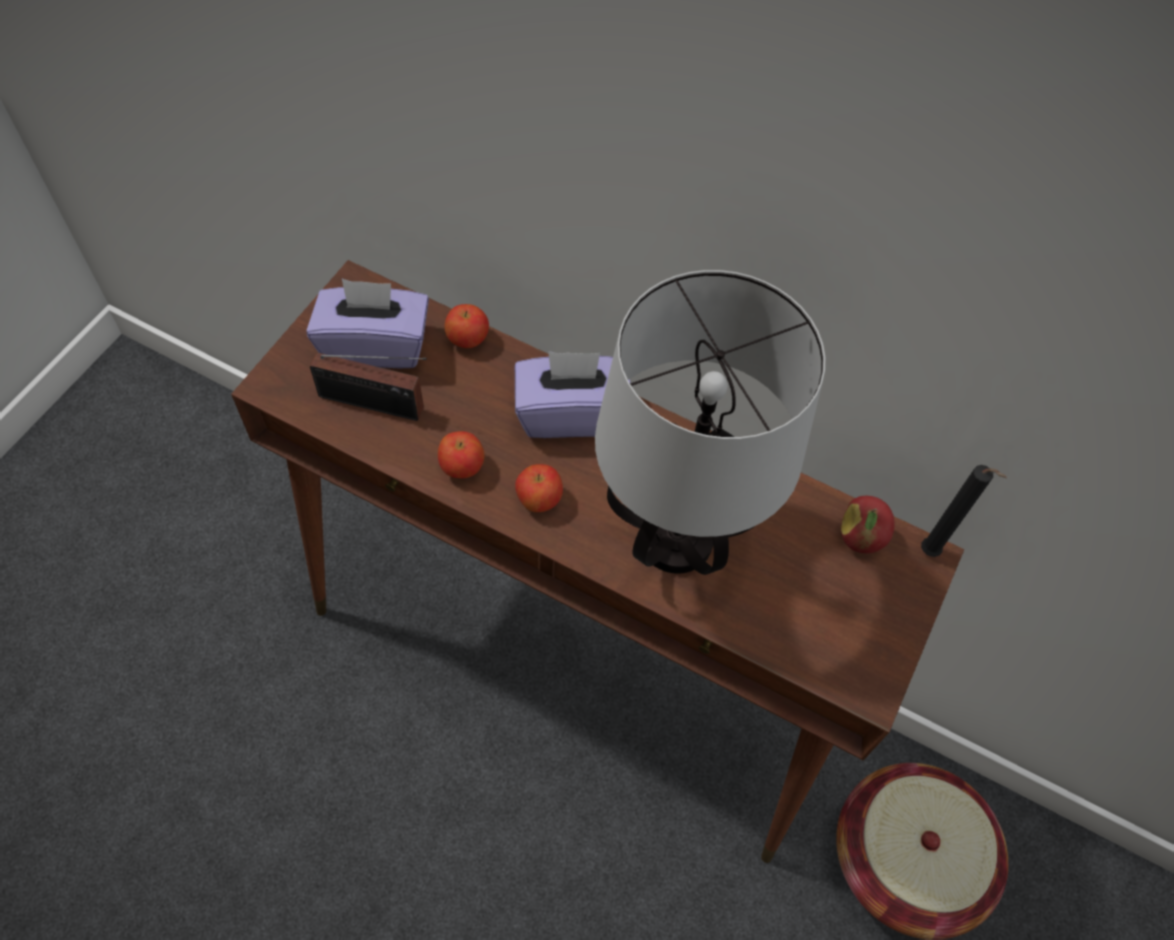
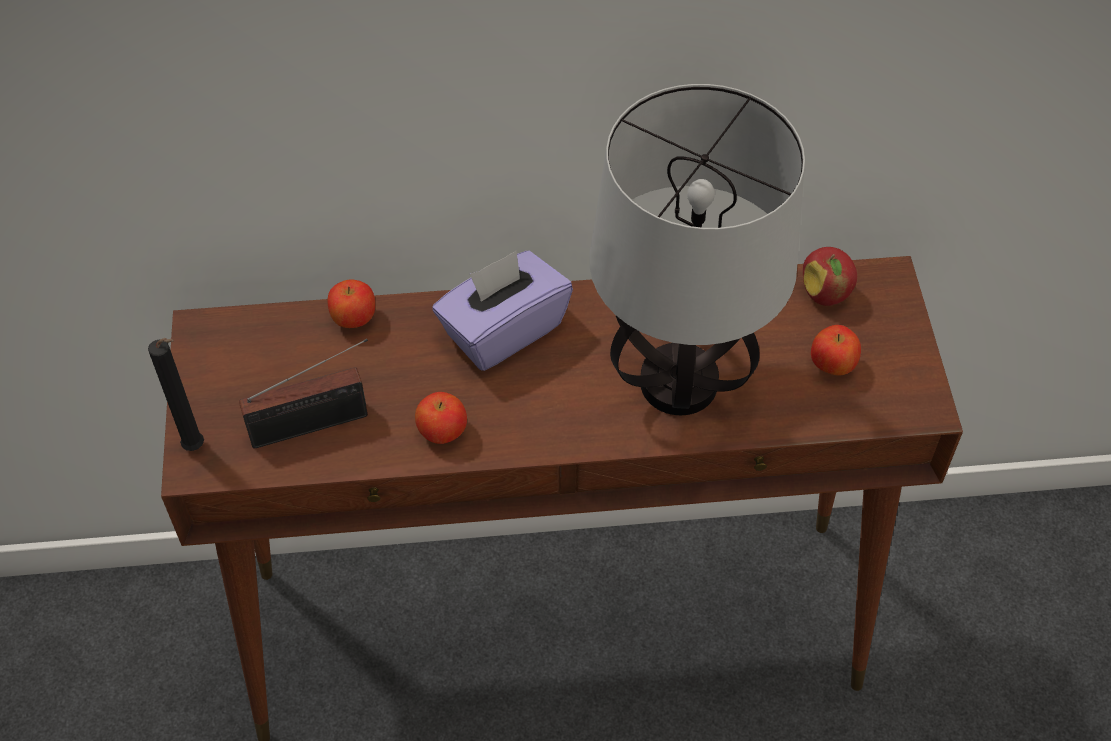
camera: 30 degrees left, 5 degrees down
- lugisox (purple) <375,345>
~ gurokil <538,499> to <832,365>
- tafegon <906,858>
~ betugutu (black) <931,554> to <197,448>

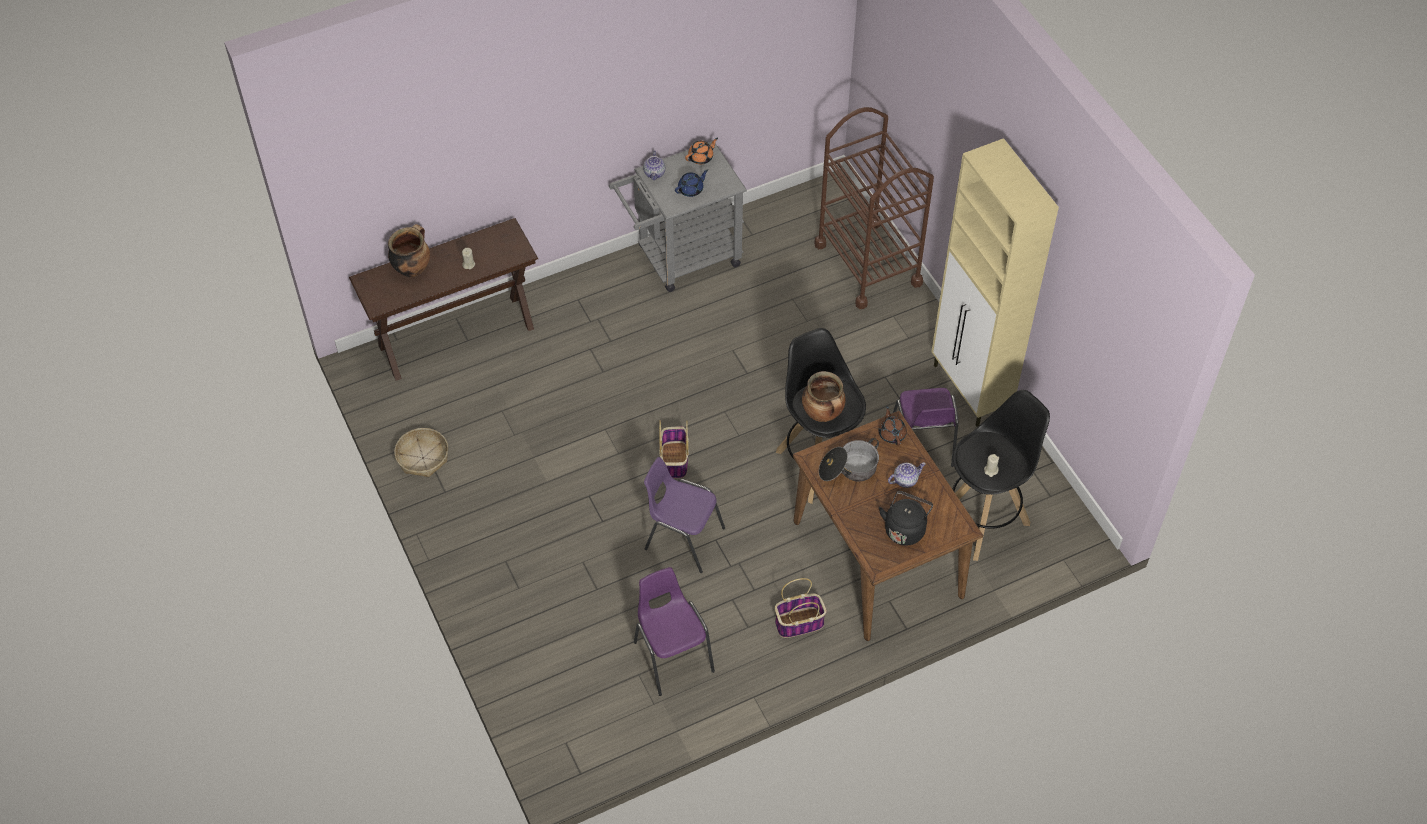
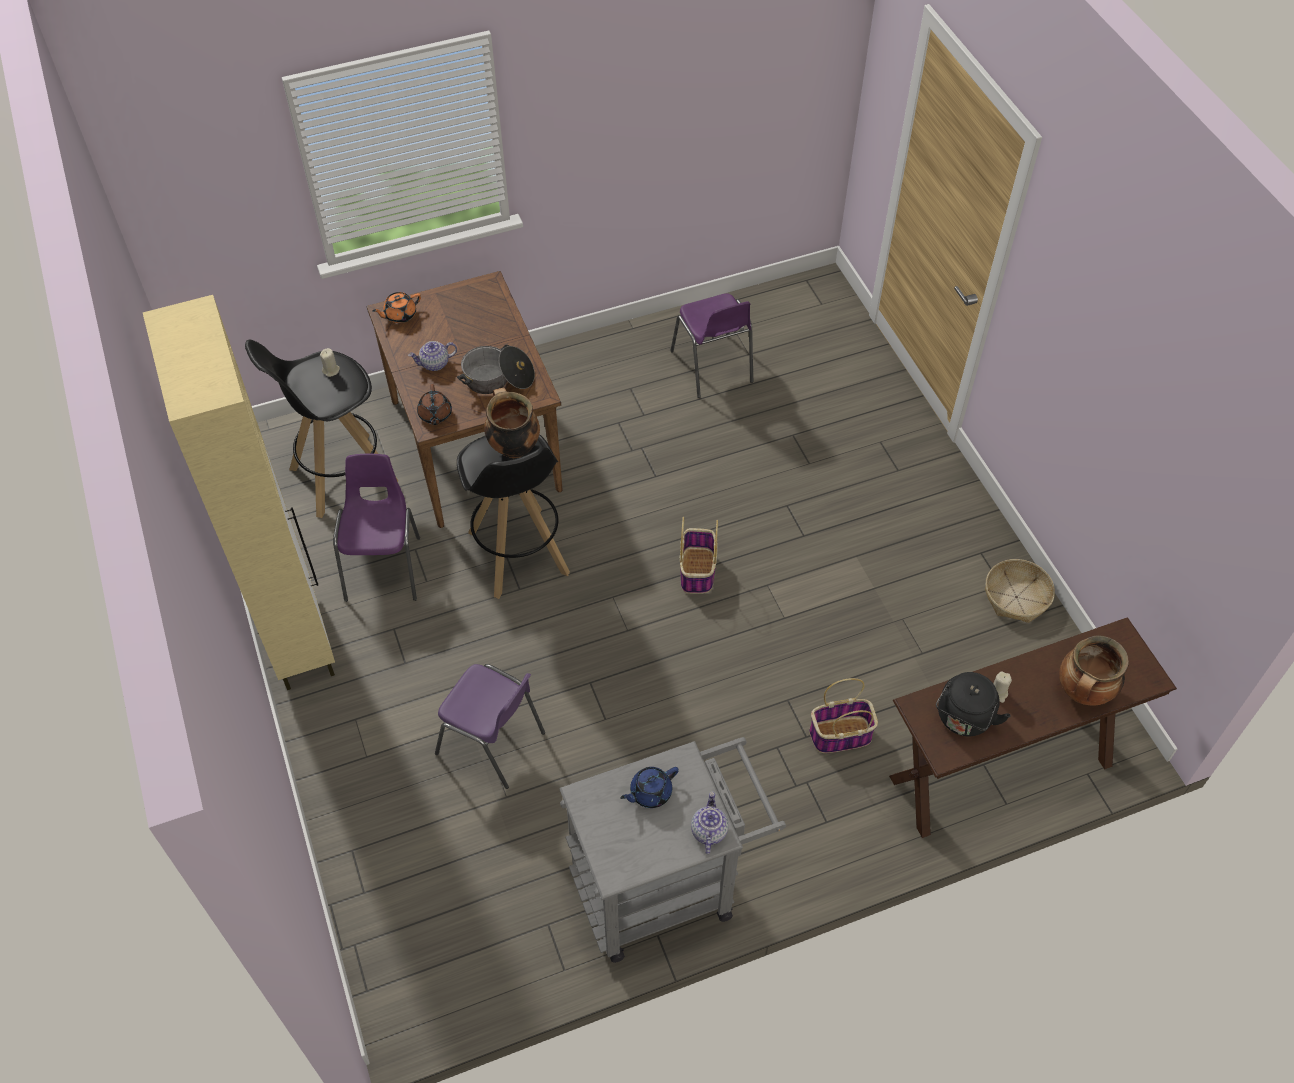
camera: 175 degrees left, 0 degrees up
~ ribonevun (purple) <682,538> to <493,744>
~ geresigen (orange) <701,157> to <399,315>
~ tafegon <799,622> to <839,735>
- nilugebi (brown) <868,264>
~ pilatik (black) <905,528> to <963,719>

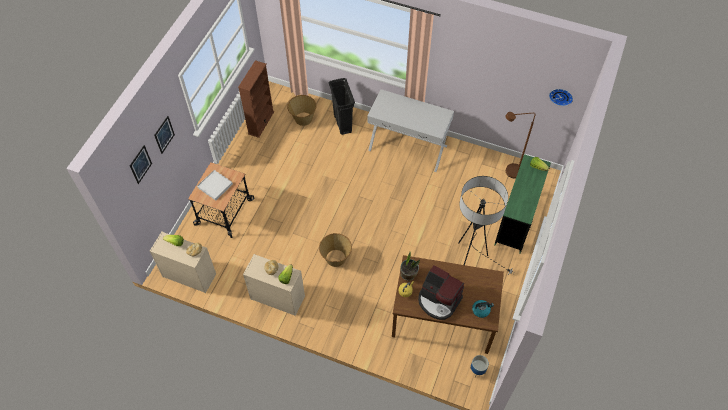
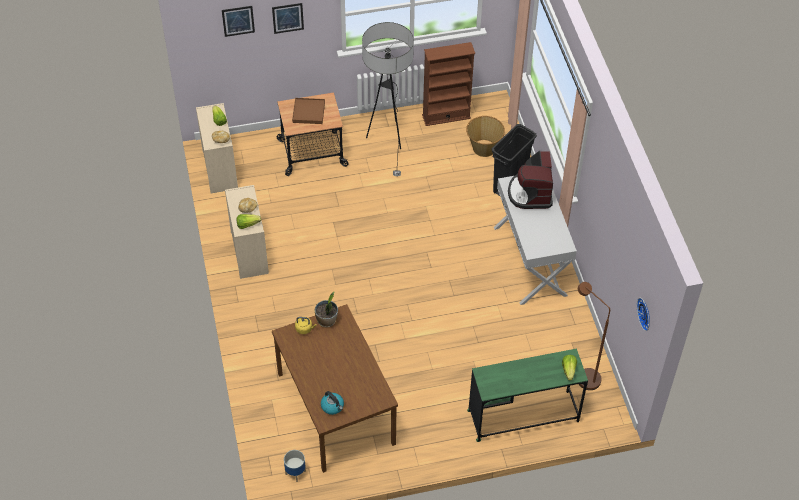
camera: 55 degrees right, 5 degrees down
~ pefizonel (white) <215,186> to pefizonel (brown) <309,112>
- tafegon <336,258>
~ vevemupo <438,300> to <530,193>
~ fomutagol <471,258> to <388,140>

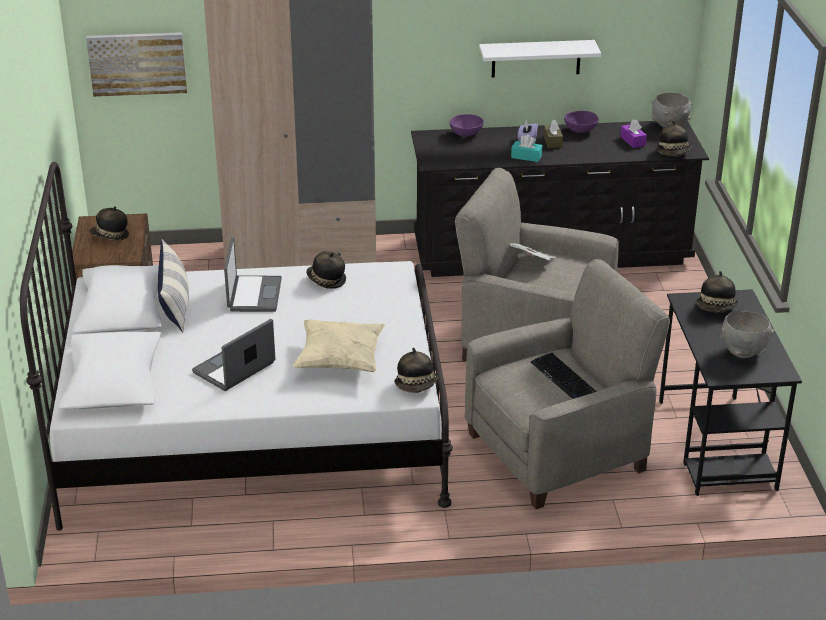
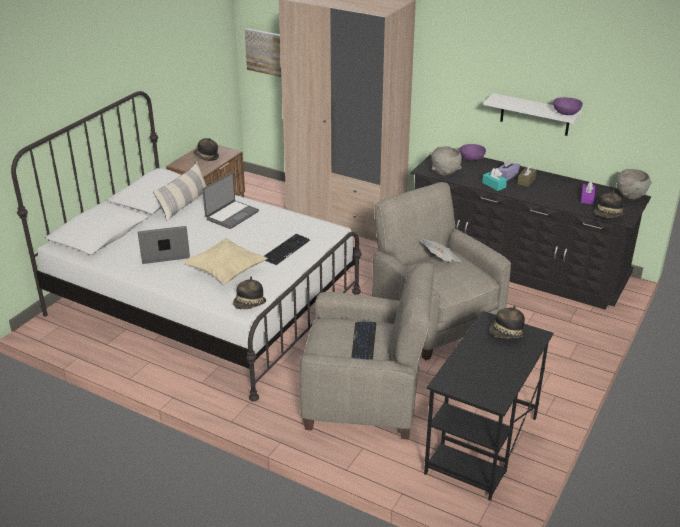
camera: 35 degrees right, 0 degrees up
- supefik <326,281>
~ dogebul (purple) <580,130> to <565,113>
~ dogebul (grey) <743,352> to <445,173>
+ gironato <285,250>

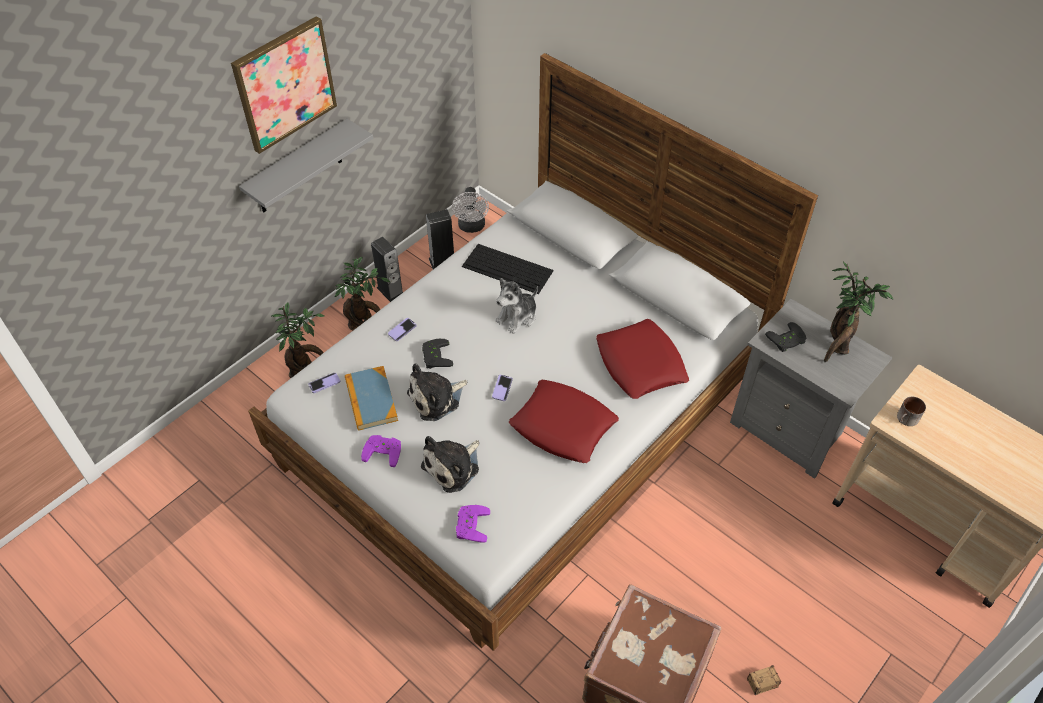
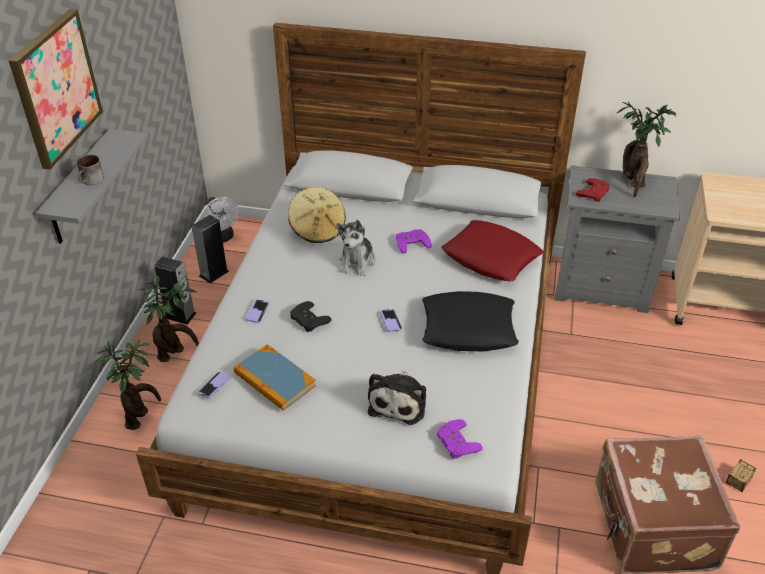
camera: 30 degrees left, 10 degrees down
~ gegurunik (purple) <384,450> to <411,242>
- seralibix <436,398>
~ gironato <508,268> to supefik (beige) <317,229>
~ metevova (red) <563,426> to metevova (black) <468,328>
~ gegurunik (black) <787,340> to gegurunik (red) <595,193>
~ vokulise <906,419> to <91,181>

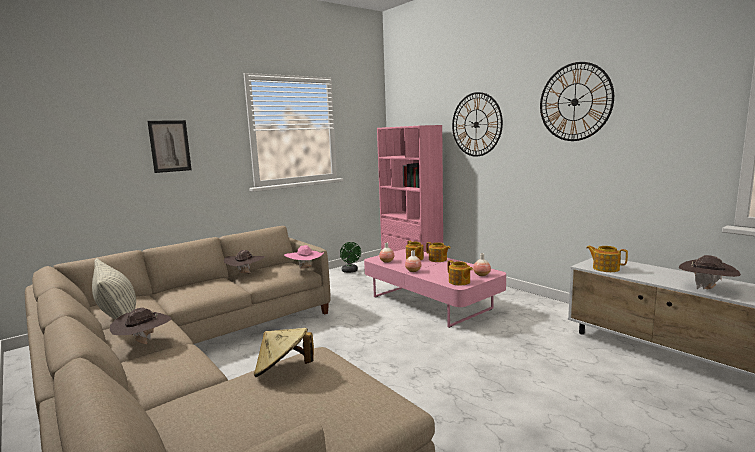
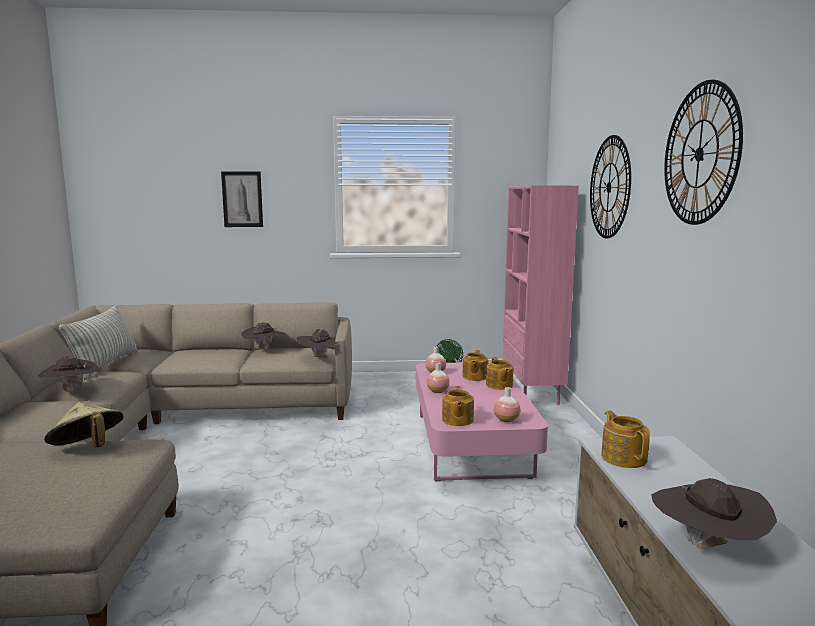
camera: 35 degrees right, 0 degrees up
~ supefik (pink) <305,269> to supefik (brown) <321,358>

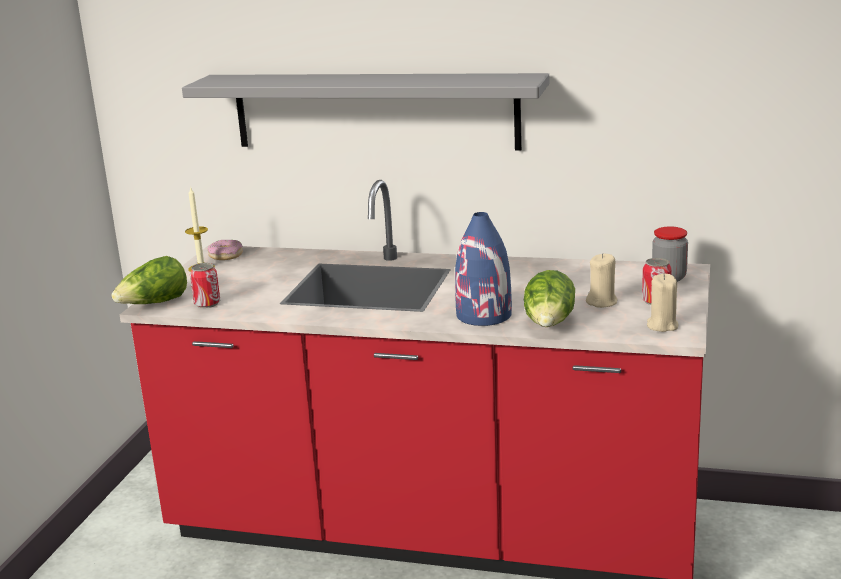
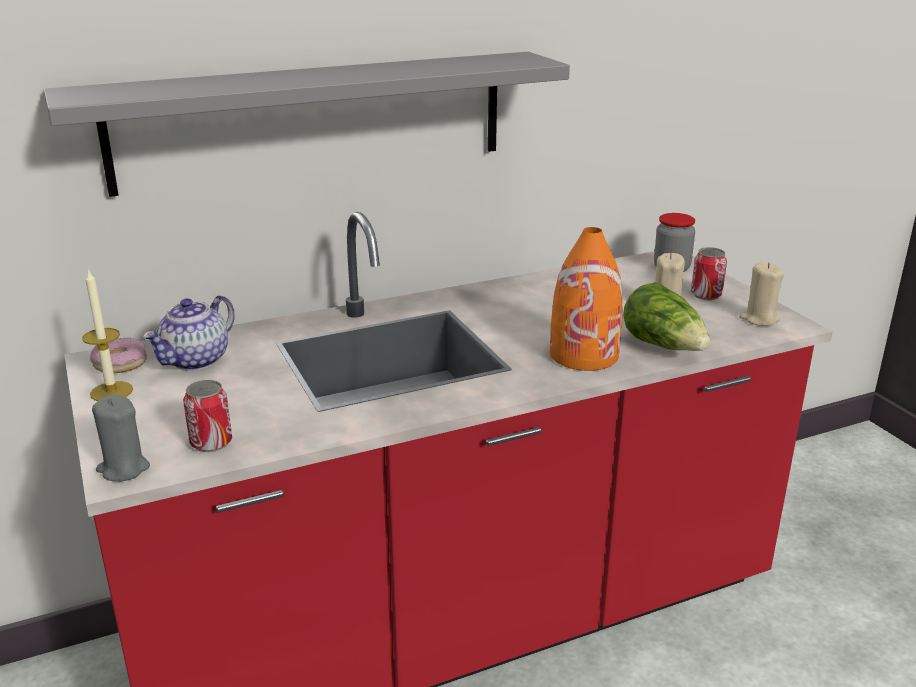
camera: 40 degrees left, 5 degrees up
~ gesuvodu <154,304> to betugutu (grey) <123,469>
~ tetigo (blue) <484,315> to tetigo (orange) <584,355>
+ geresigen <196,360>

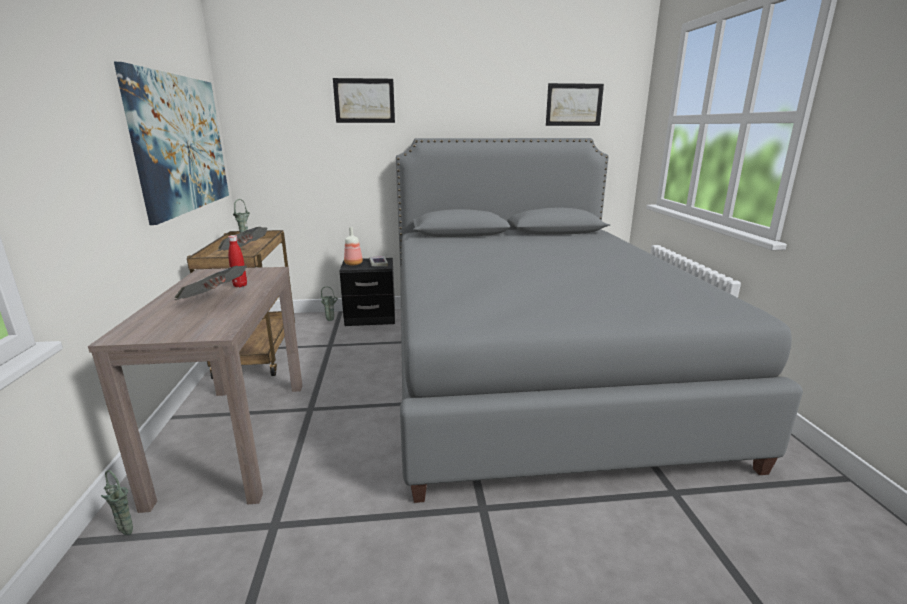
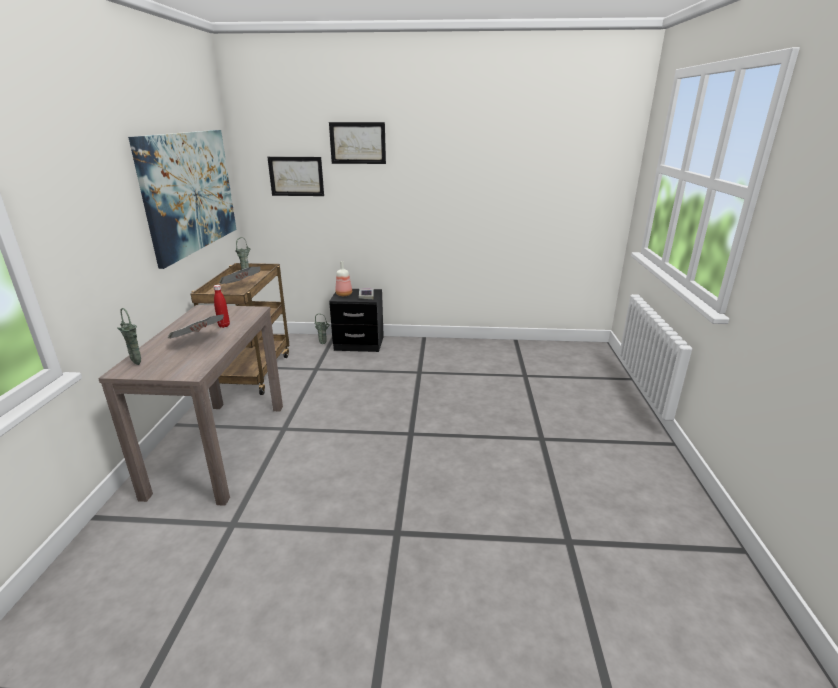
camera: 10 degrees right, 5 degrees up
~ tetigo (green) <125,533> to <136,363>
- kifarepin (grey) <530,367>
~ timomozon <574,105> to <296,176>

